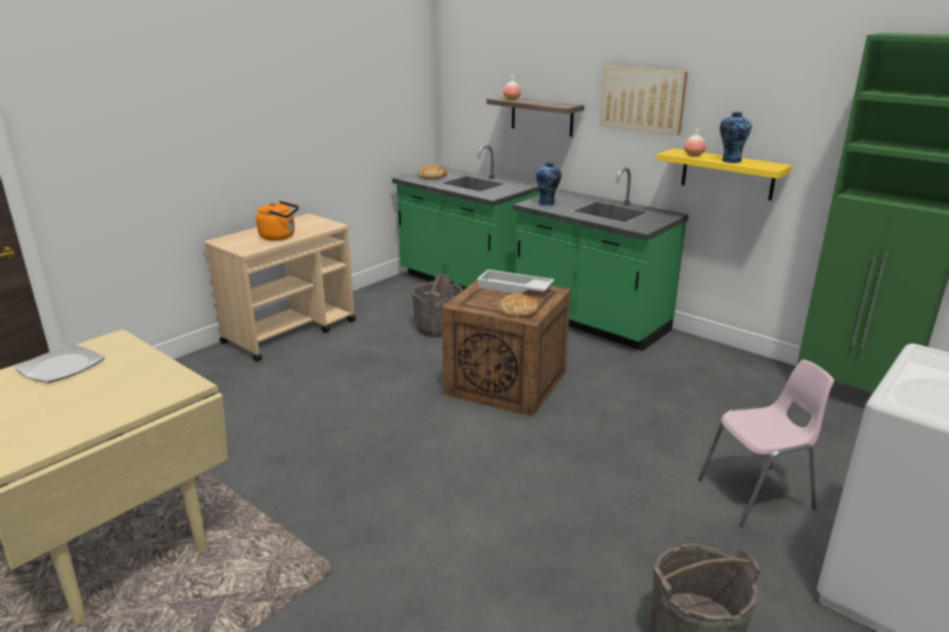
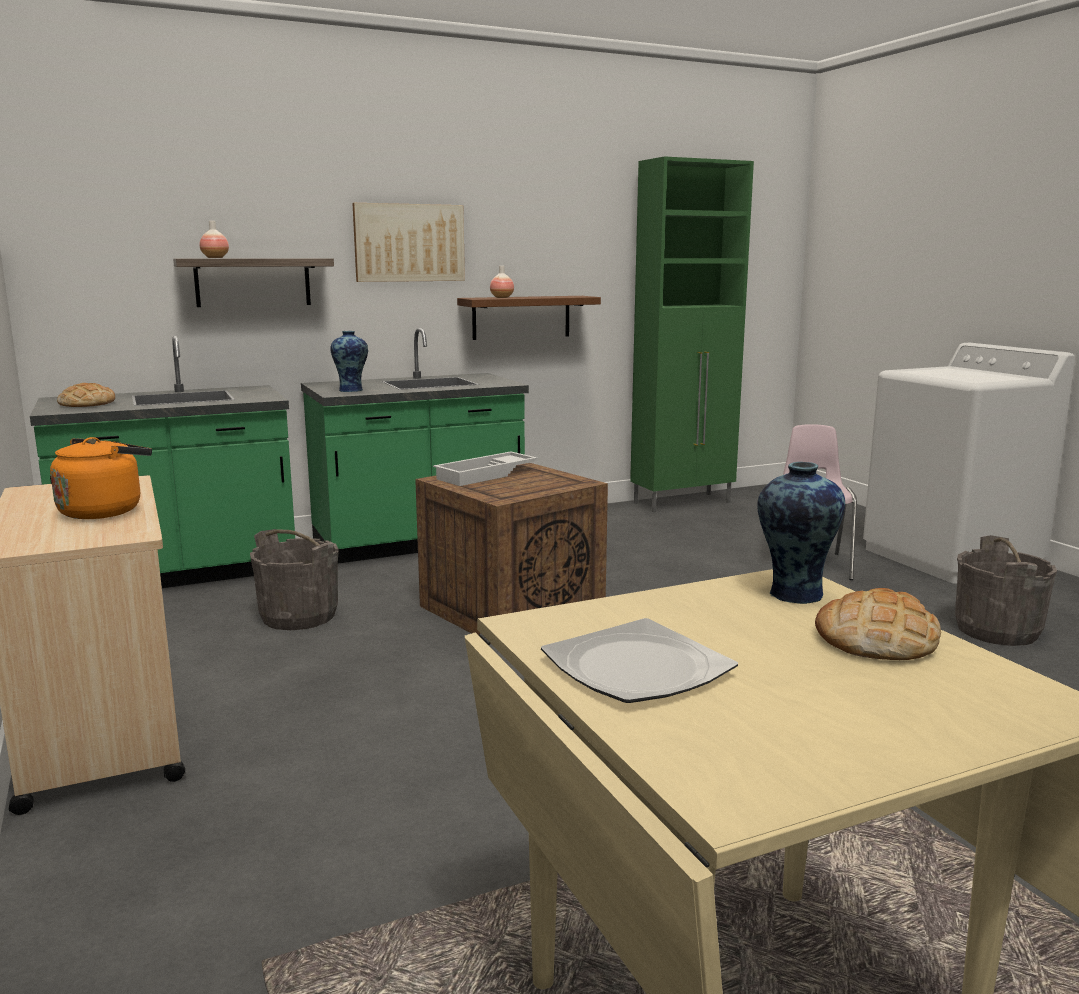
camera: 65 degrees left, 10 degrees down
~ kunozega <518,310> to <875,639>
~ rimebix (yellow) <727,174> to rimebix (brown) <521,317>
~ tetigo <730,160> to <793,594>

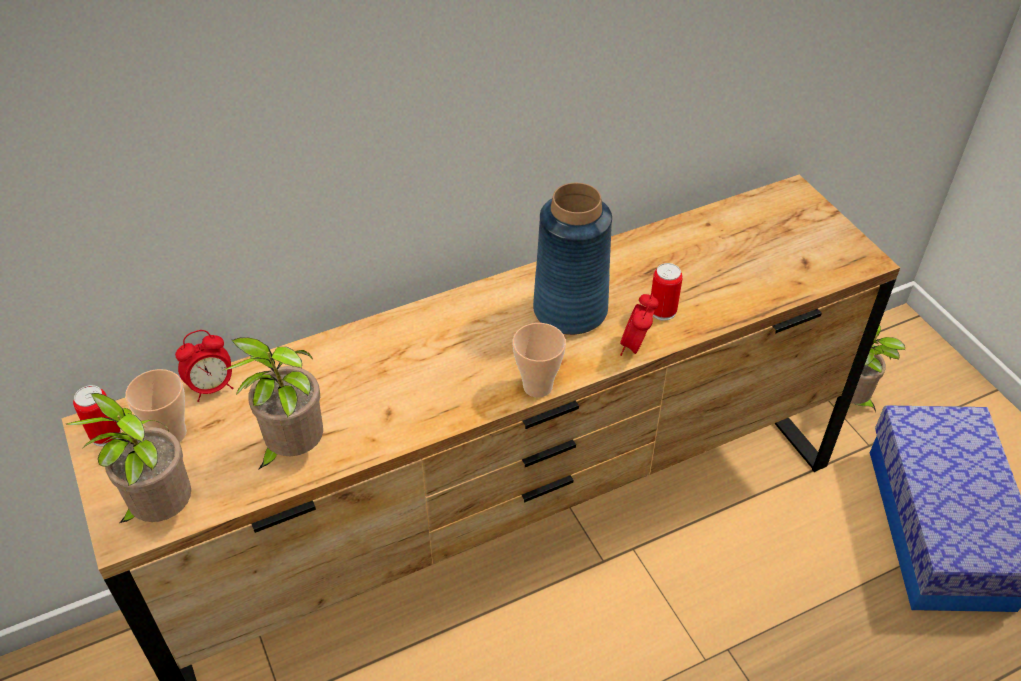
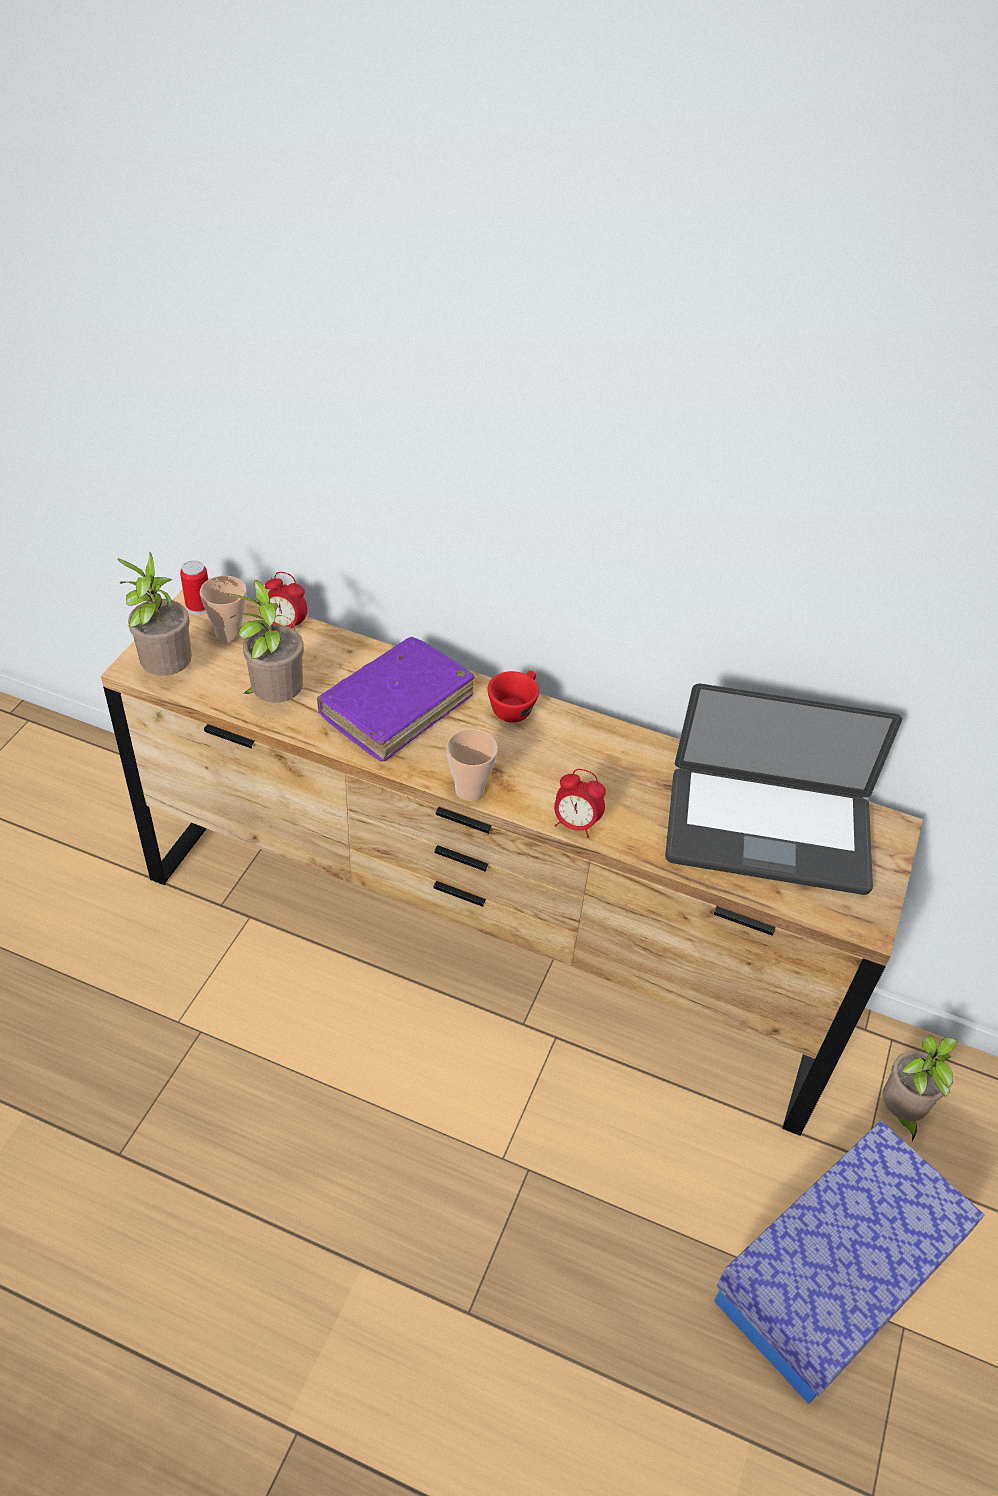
camera: 45 degrees right, 0 degrees up
- tetigo (blue) <569,310>
~ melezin <635,346> = <575,824> 135 degrees counterclockwise
- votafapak <662,311>
+ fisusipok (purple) <396,707>
+ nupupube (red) <514,707>
+ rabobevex <767,832>

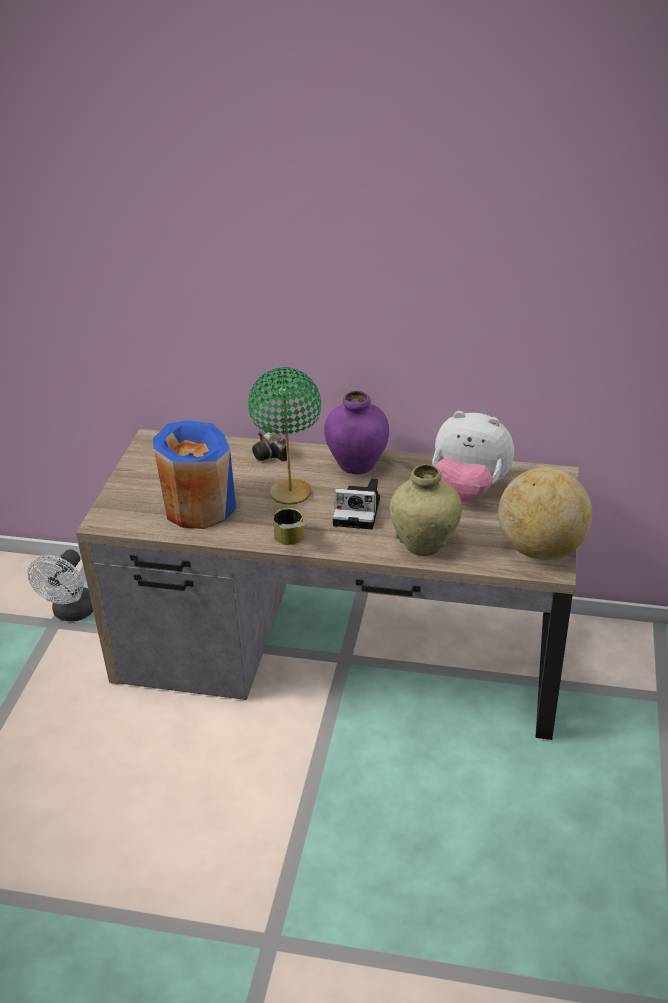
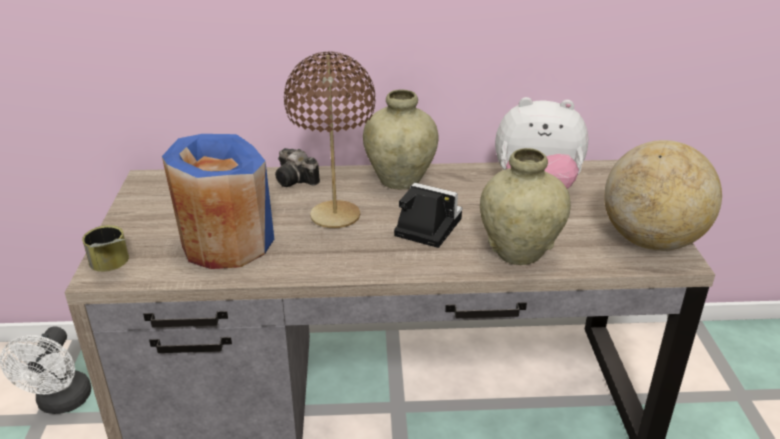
camera: 15 degrees left, 5 degrees down
~ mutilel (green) <290,493> to mutilel (brown) <334,216>
~ votafapak <291,541> to <111,266>
~ tetigo (purple) <357,465> to tetigo (beige) <400,180>
~ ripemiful <359,512> = <425,227> 150 degrees counterclockwise

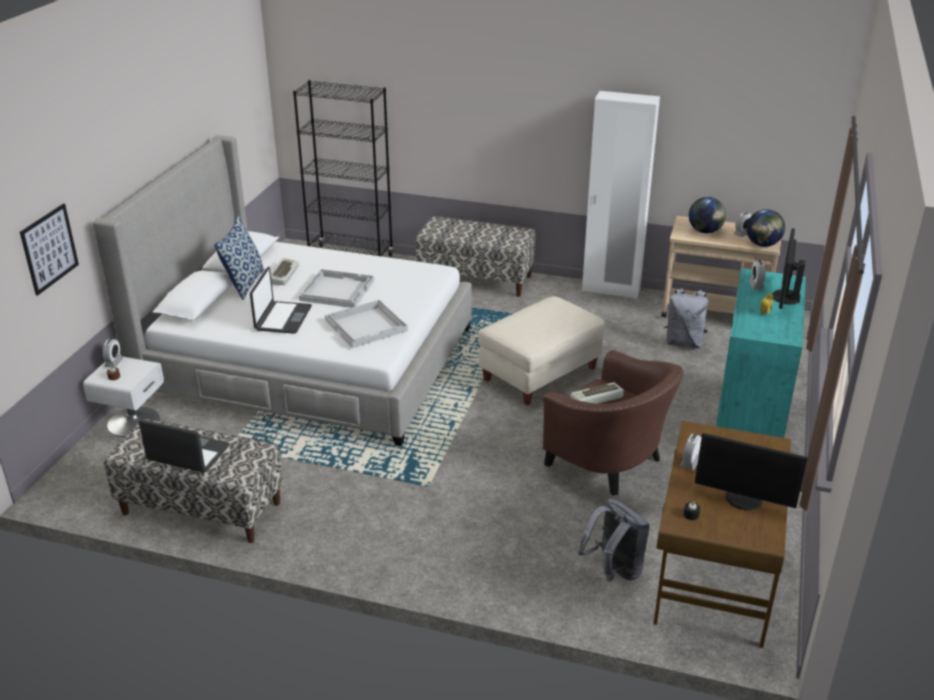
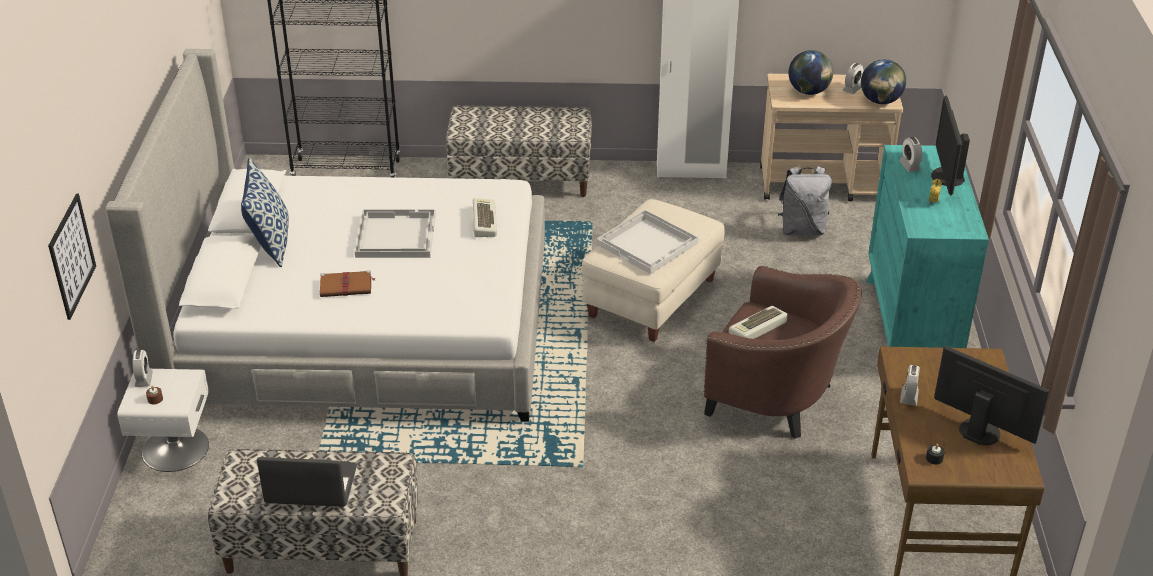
camera: 15 degrees left, 5 degrees up
~ rabobevex <282,318> to fisusipok (brown) <347,286>
~ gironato <283,274> to <483,221>
~ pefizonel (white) <367,325> to <648,243>
- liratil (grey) <614,571>
~ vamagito <743,499> = <980,430> 150 degrees counterclockwise

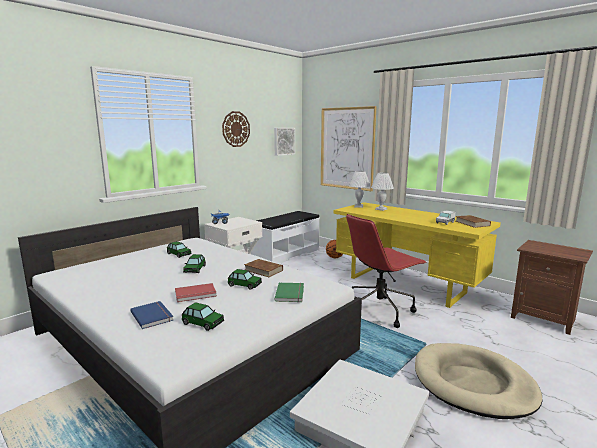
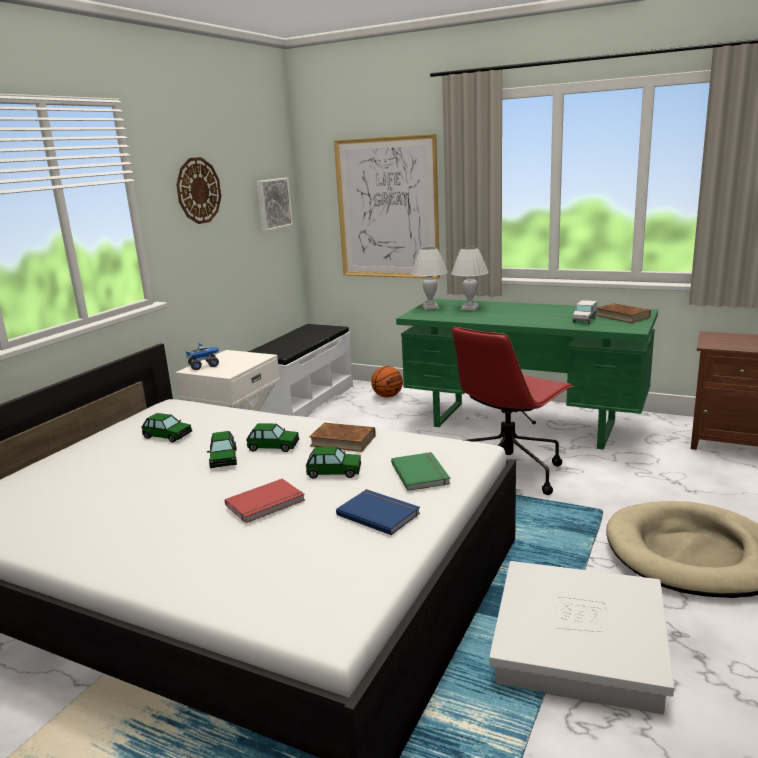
camera: 15 degrees left, 5 degrees up
~ fisusipok (blue) <153,316> to <379,513>
~ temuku <203,323> to <273,446>
~ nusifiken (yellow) <407,285> to nusifiken (green) <524,424>

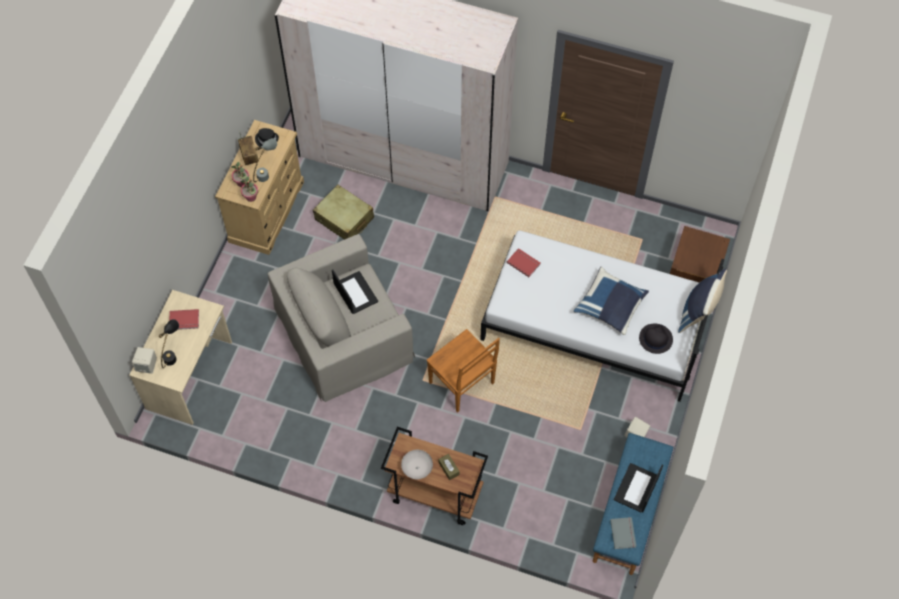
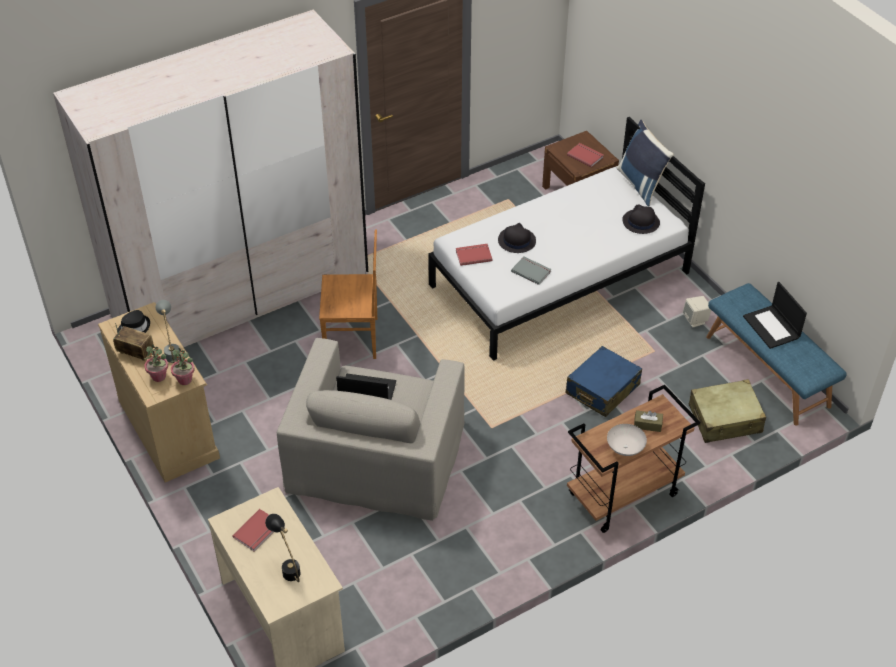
camera: 50 degrees left, 15 degrees down
- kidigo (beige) <147,366>
~ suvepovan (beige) <344,219> to <725,419>
~ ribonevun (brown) <462,384> to <353,338>
- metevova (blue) <610,307>
~ fisusipok (grey) <624,533> to <531,271>
+ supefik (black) <516,241>
+ suvepovan (blue) <602,389>
+ fisusipok (red) <585,155>

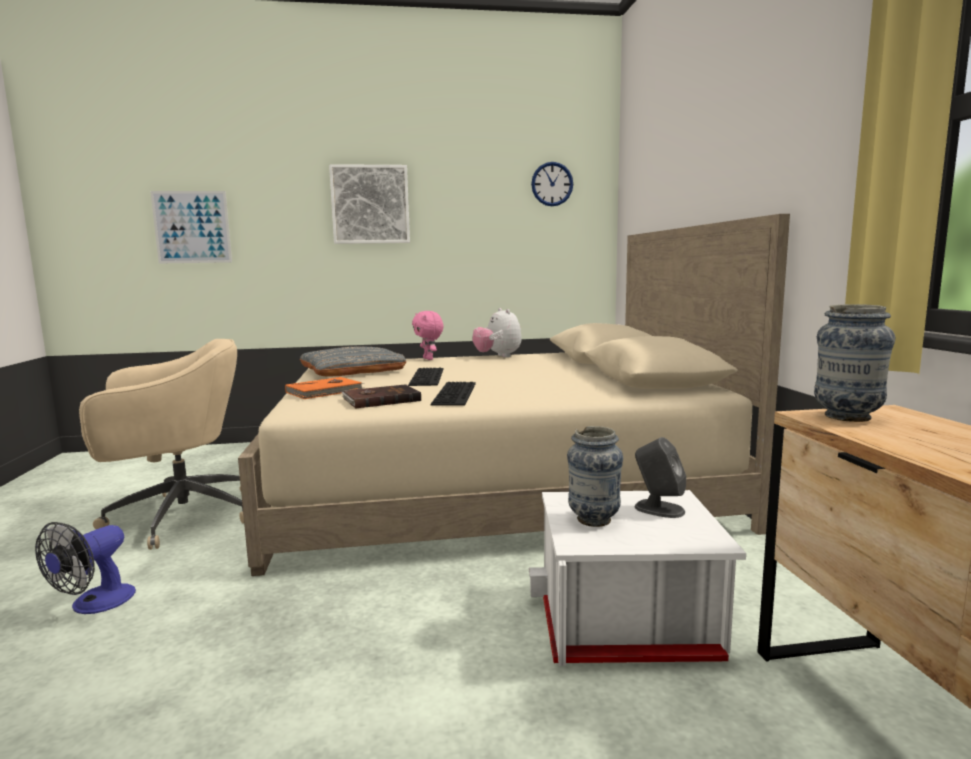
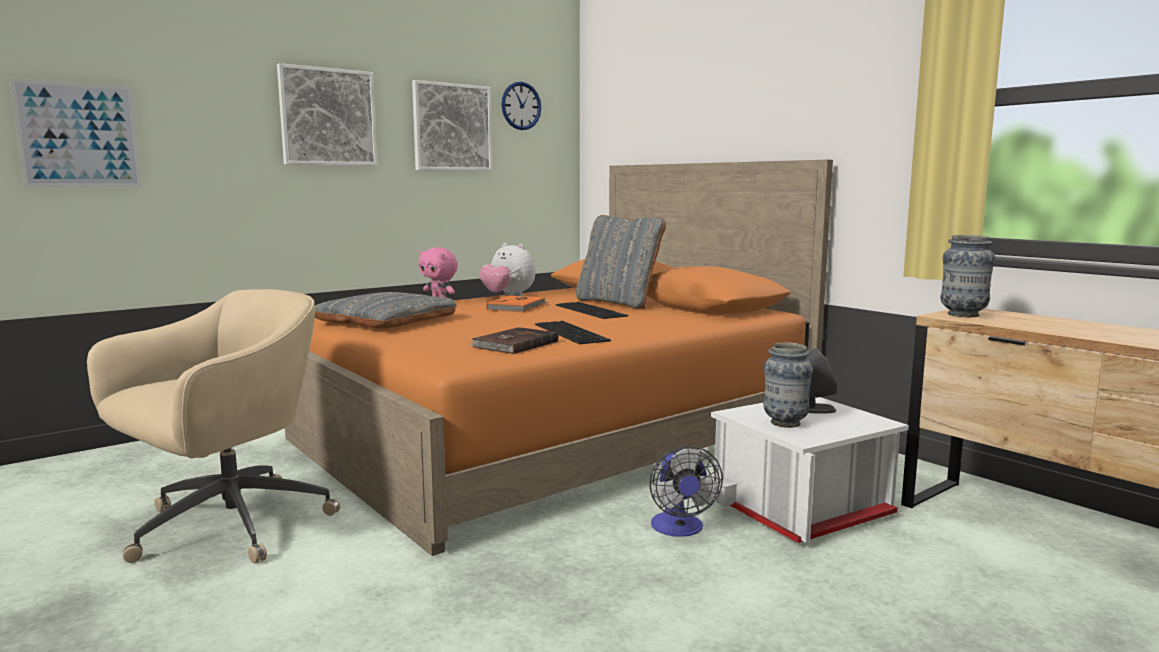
camera: 30 degrees left, 0 degrees up
~ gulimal <94,604> to <679,529>
~ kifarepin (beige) <494,487> to kifarepin (orange) <554,434>
~ fisusipok (orange) <325,391> to <517,307>
~ gironato <428,377> to <592,310>
+ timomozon <452,127>
+ metevova (grey) <618,303>

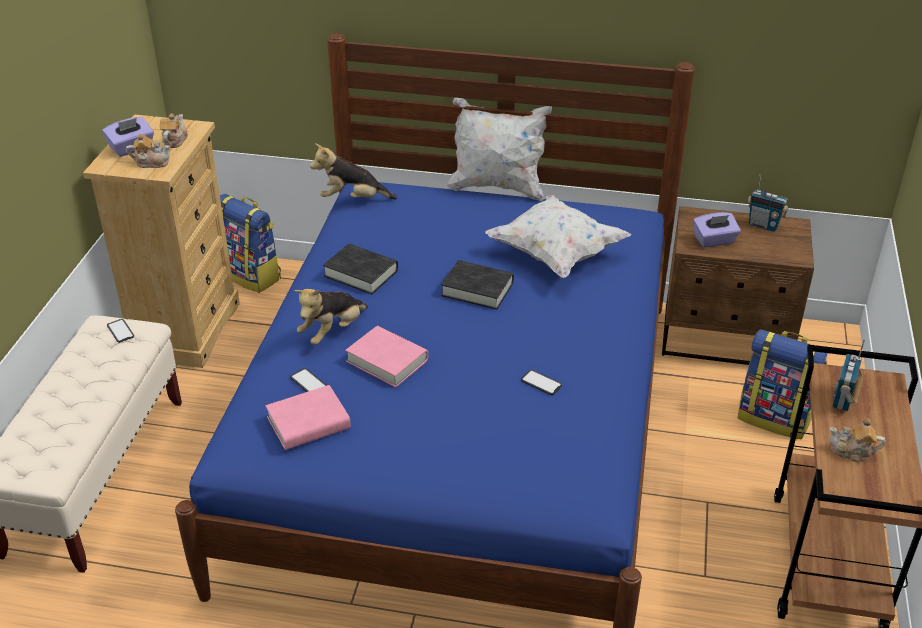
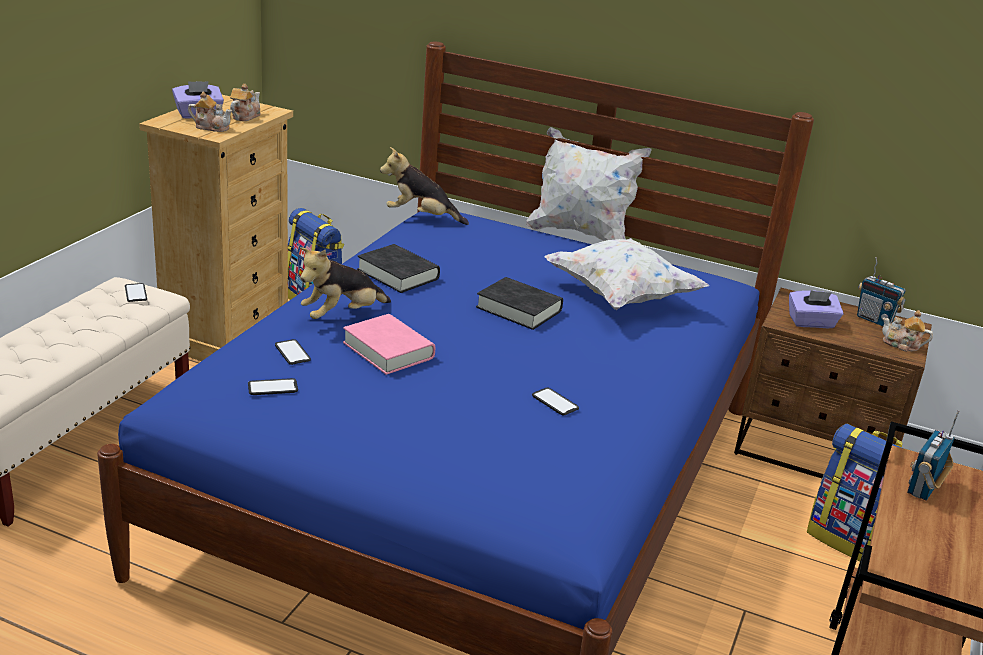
camera: 10 degrees right, 10 degrees down
~ fisusipok (pink) <308,423> to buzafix <273,387>
~ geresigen <852,452> to <902,345>

